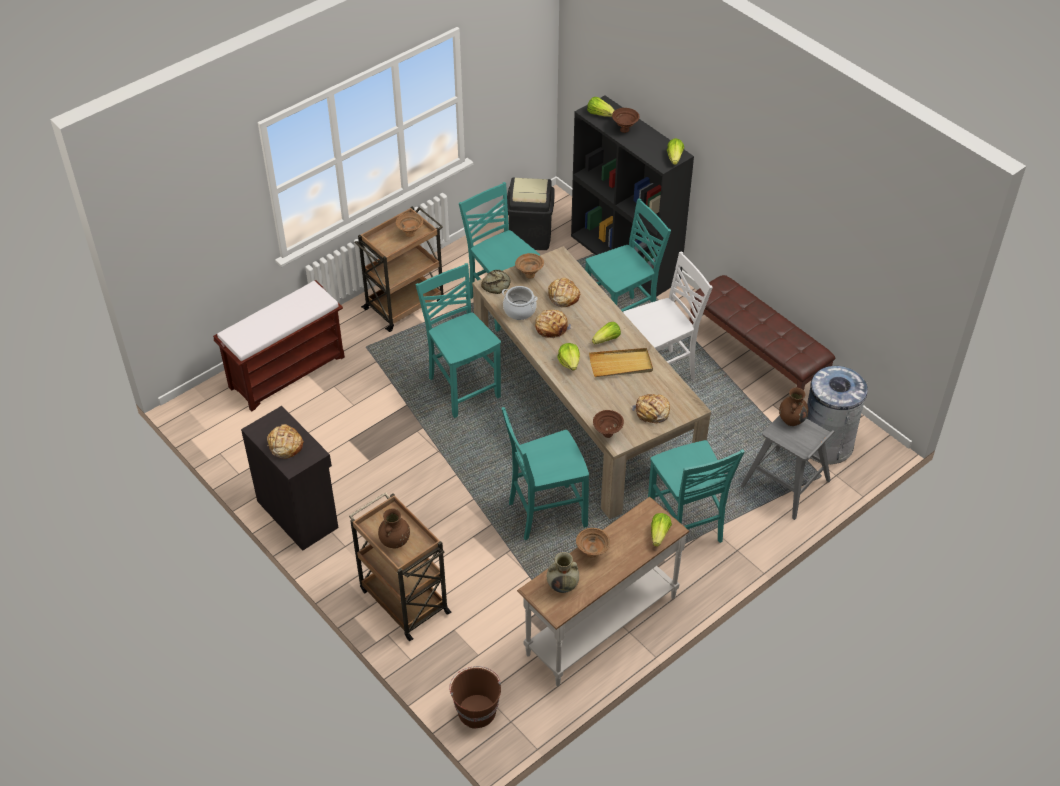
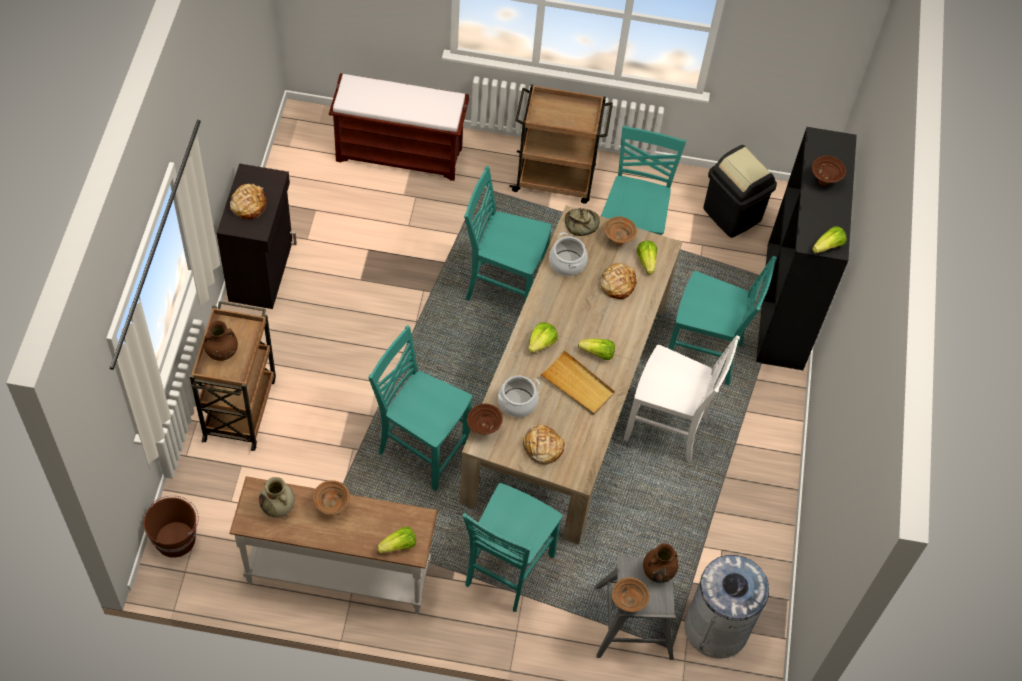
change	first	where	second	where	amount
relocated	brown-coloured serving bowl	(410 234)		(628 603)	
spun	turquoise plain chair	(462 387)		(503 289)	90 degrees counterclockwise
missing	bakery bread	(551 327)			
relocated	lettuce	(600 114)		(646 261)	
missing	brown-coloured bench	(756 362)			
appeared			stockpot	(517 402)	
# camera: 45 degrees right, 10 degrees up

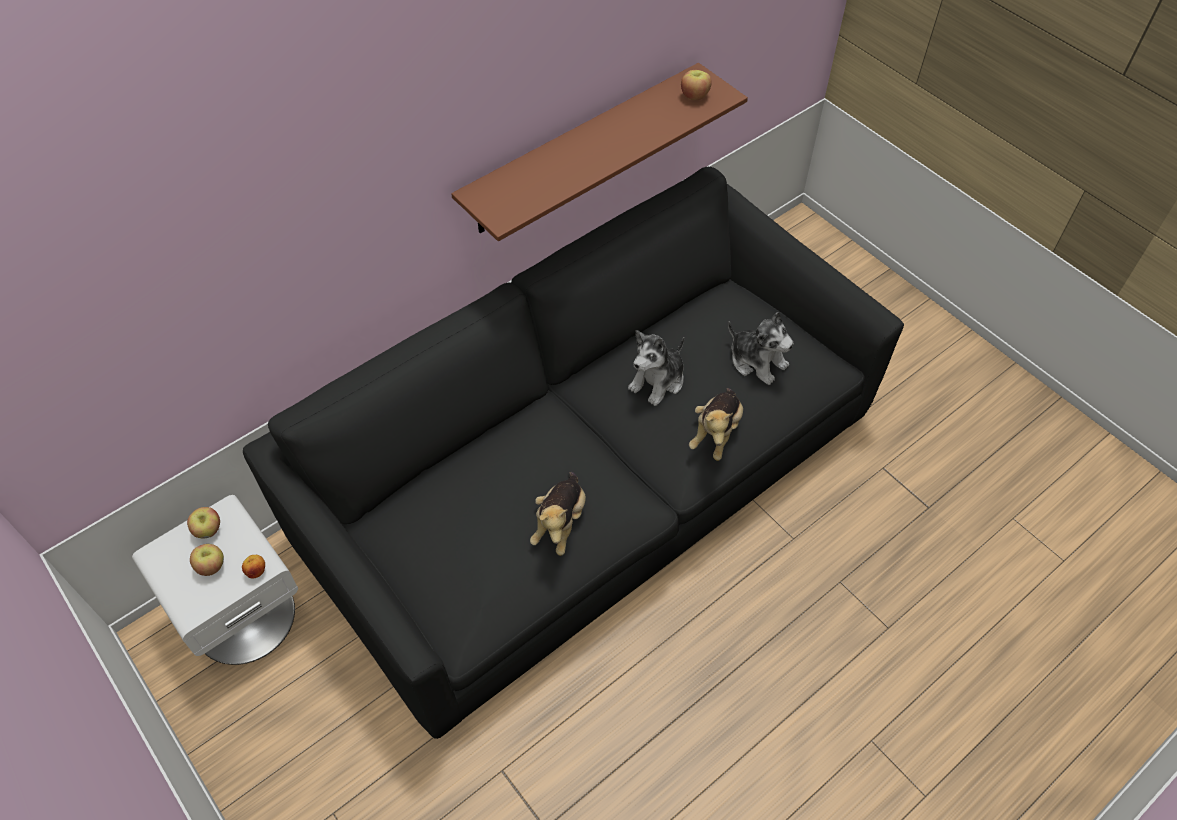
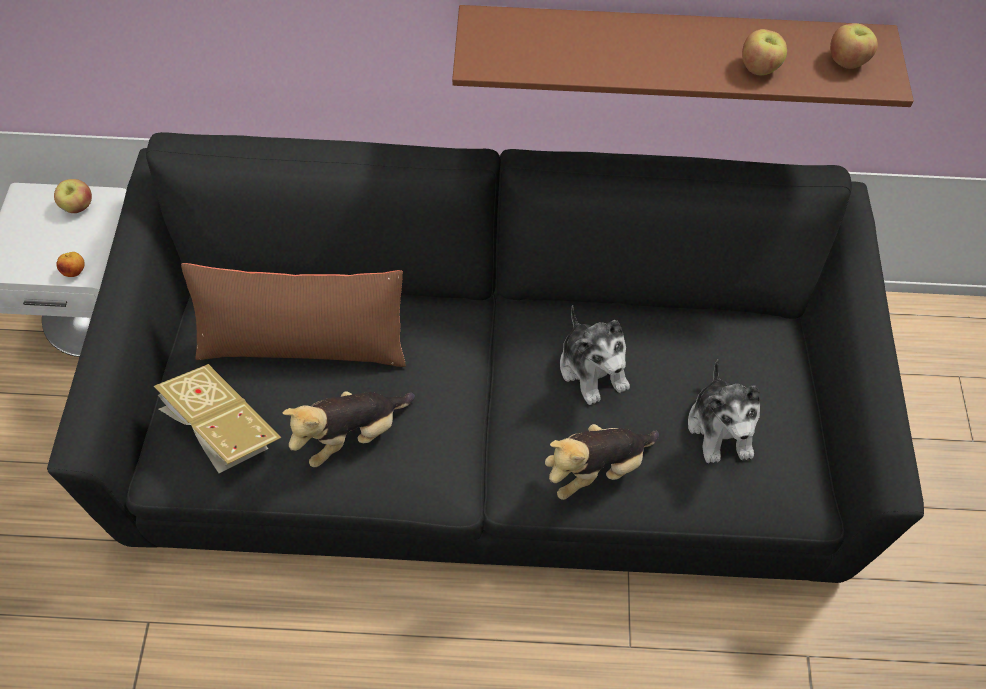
change	first	where	second	where	amount
relocated	apple	(211 566)		(759 67)	
spun	plush toy	(658 381)		(593 368)	105 degrees counterclockwise
appeared			book	(222 430)	
appeared			brown-coloured cushion	(303 341)	
# camera: 40 degrees right, 5 degrees up

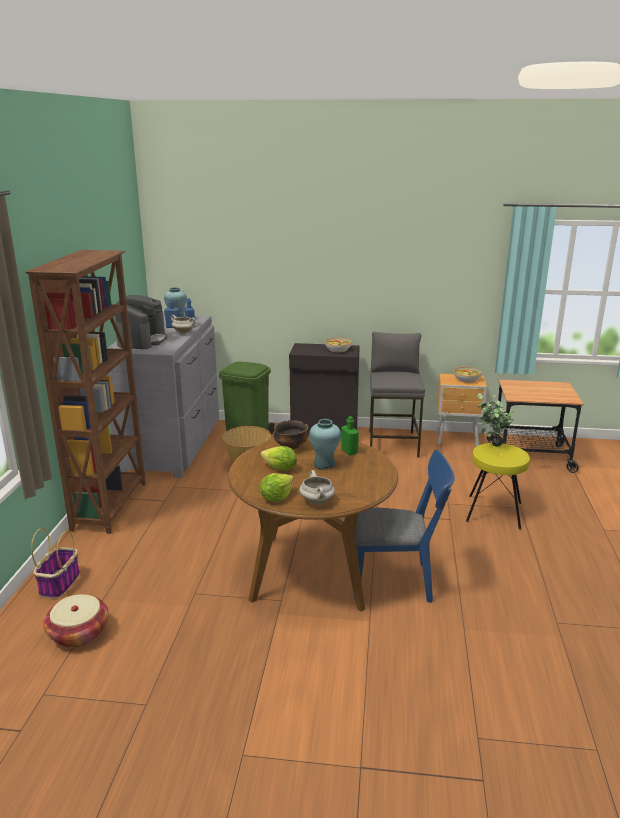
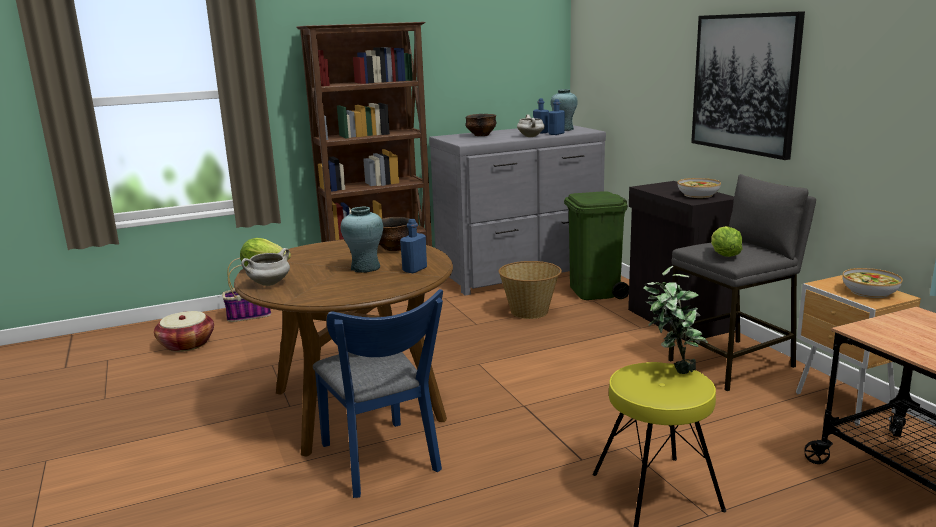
change	first	where	second	where	amount
exchanged	coffee maker	(142 340)	serving bowl	(481 135)	
relocated	lettuce	(280 469)		(724 255)	
colour	greenish beverage bottle	(349 451)	blue-coloured beverage bottle	(414 269)	
appeared			picture	(744 83)	
# camera: 60 degrees right, 5 degrees down

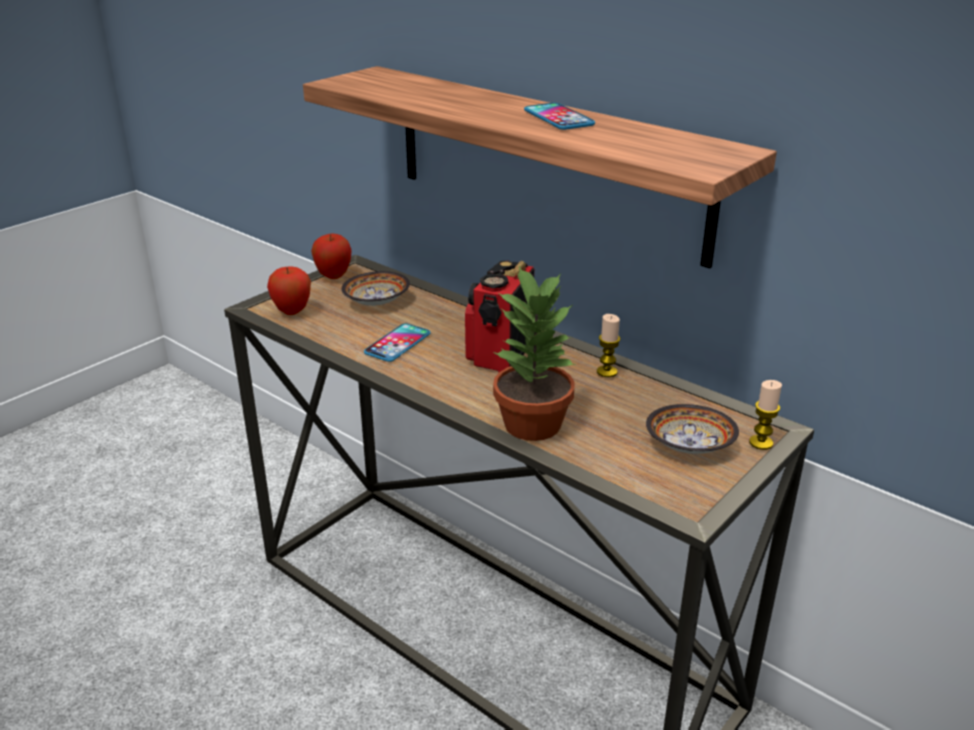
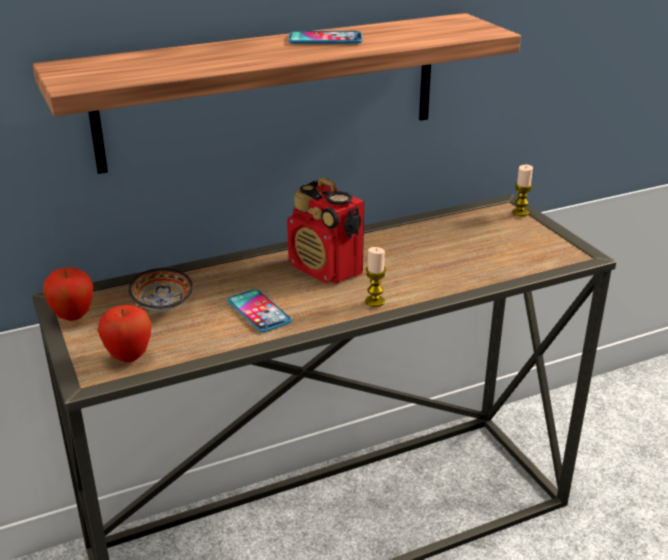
change	first	where	second	where	amount
missing	plant in a pot	(533 423)			
relocated	wax light	(607 372)		(375 301)	
missing	serving bowl	(689 447)			
# camera: 65 degrees left, 0 degrees up

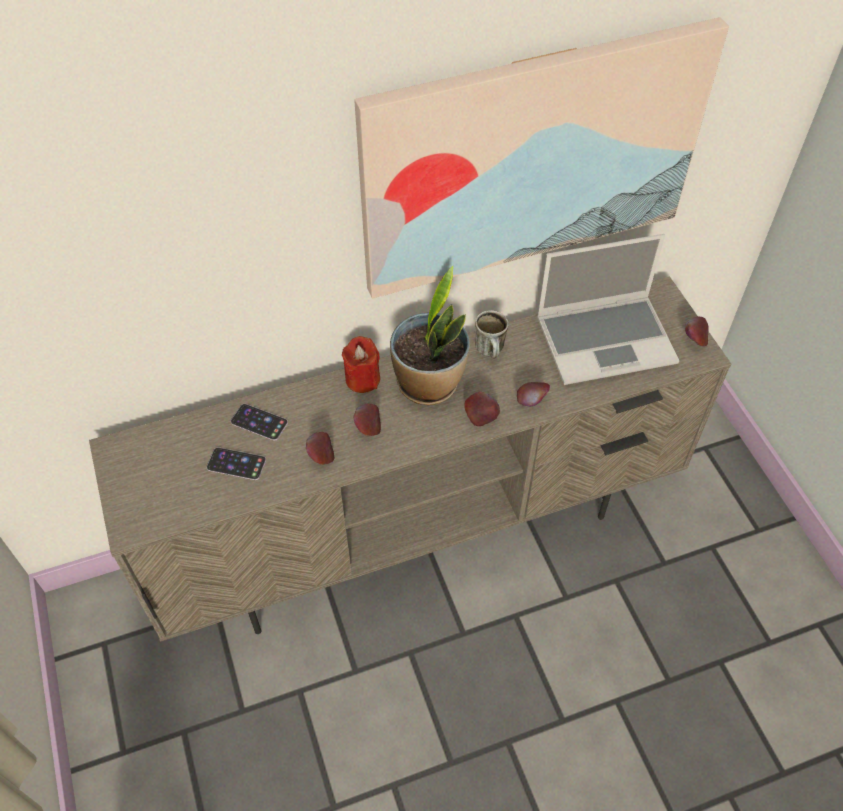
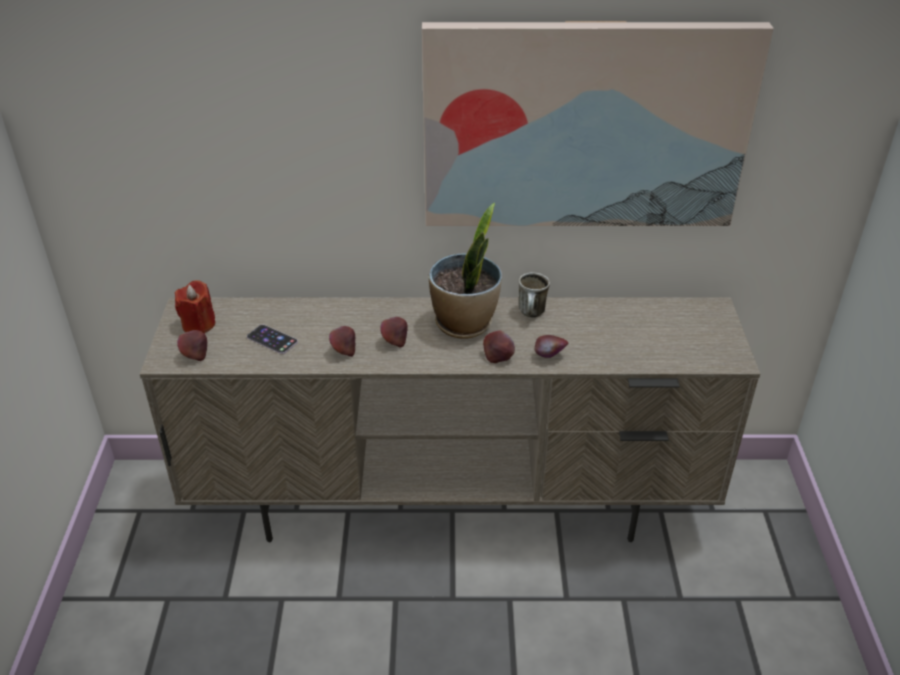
change	first	where	second	where	amount
missing	phone	(259 422)			
relocated	reddish wax light	(362 379)		(198 324)	
missing	laptop	(606 340)			
relocated	apple	(694 340)		(195 355)	
# camera: 20 degrees right, 15 degrees down

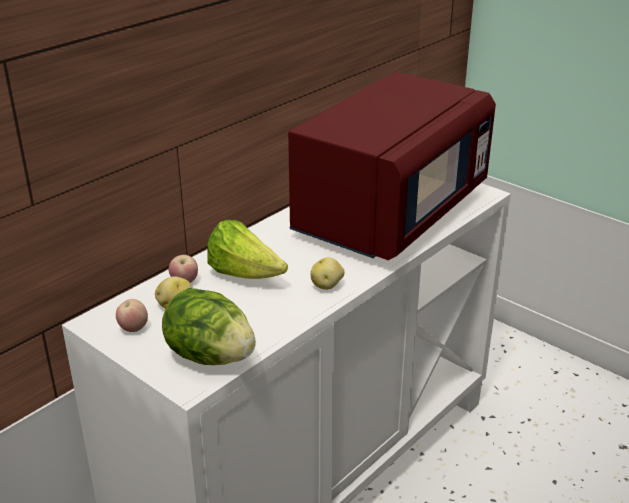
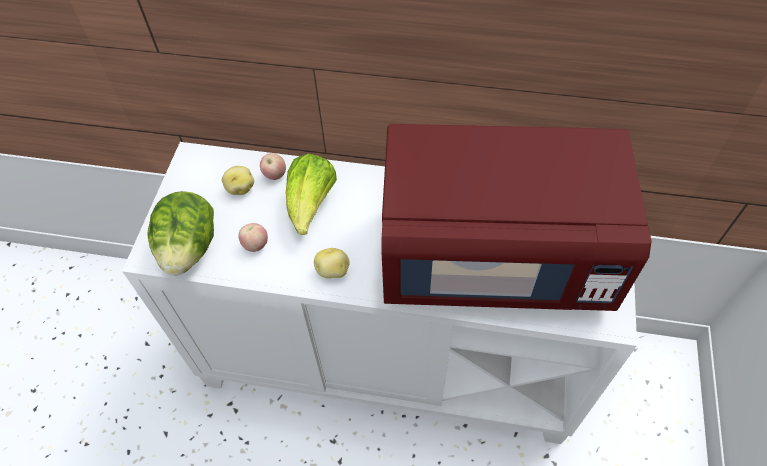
change	first	where	second	where	amount
relocated	apple	(133 328)		(255 245)	
# camera: 60 degrees right, 25 degrees up

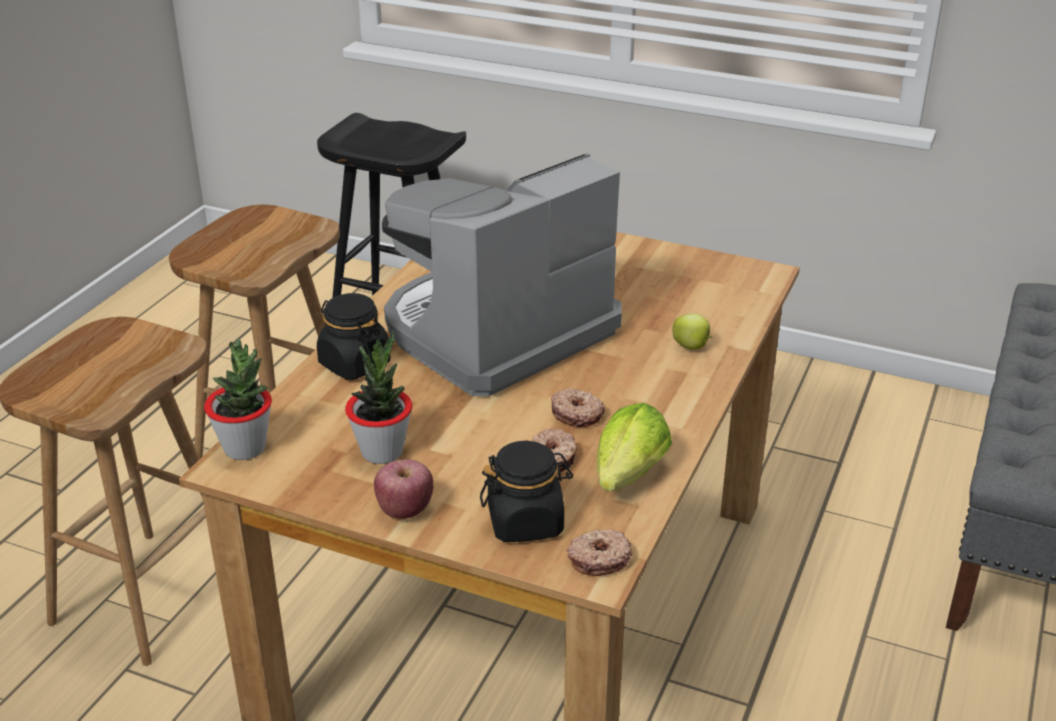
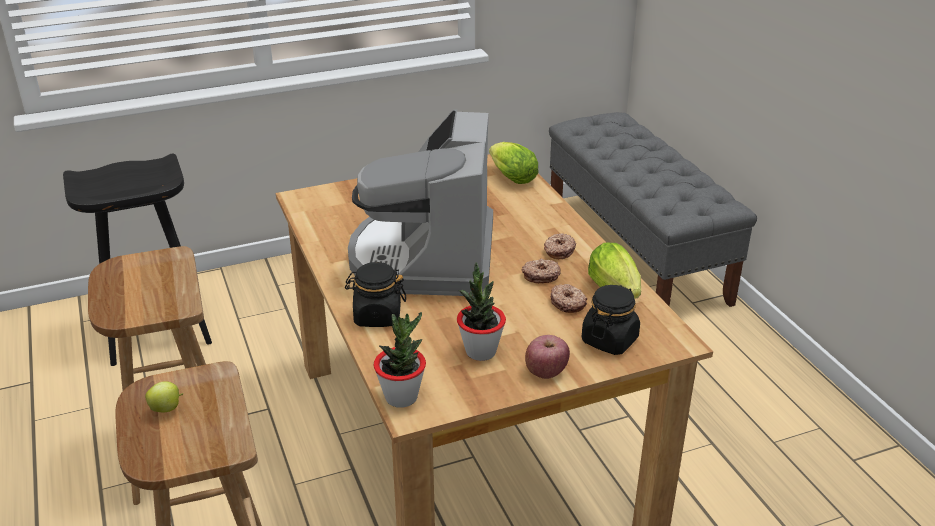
change	first	where	second	where	amount
relocated	ring doughnut	(599 559)		(558 251)	
relocated	apple	(691 347)		(167 409)	
appeared			lettuce	(510 177)	
# camera: 45 degrees left, 0 degrees up

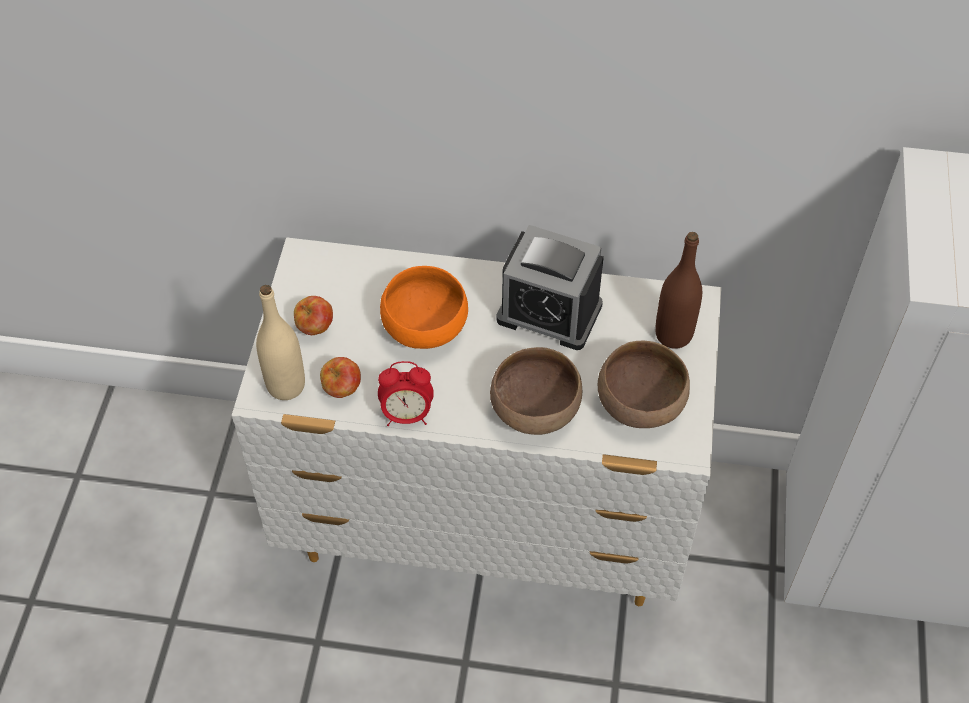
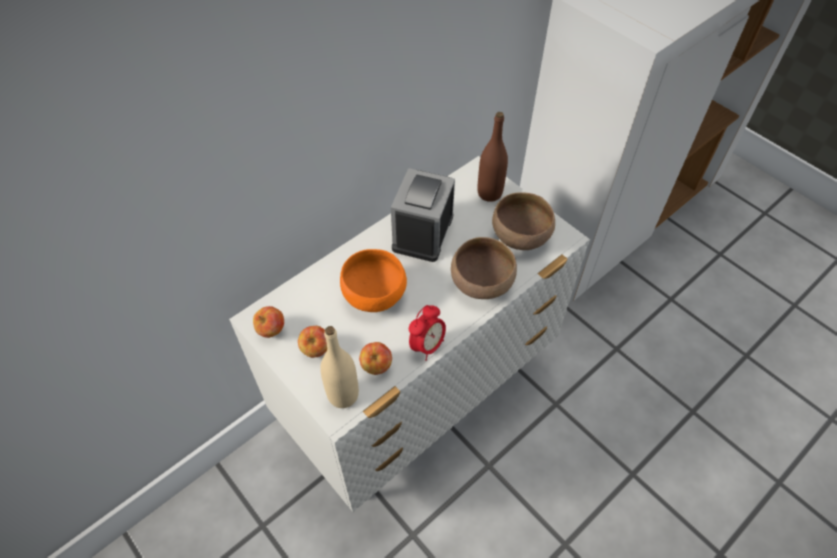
change	first	where	second	where	amount
spun	bedside clock	(549 312)		(423 232)	135 degrees clockwise
appeared			apple	(272 330)	
# camera: 50 degrees left, 0 degrees up

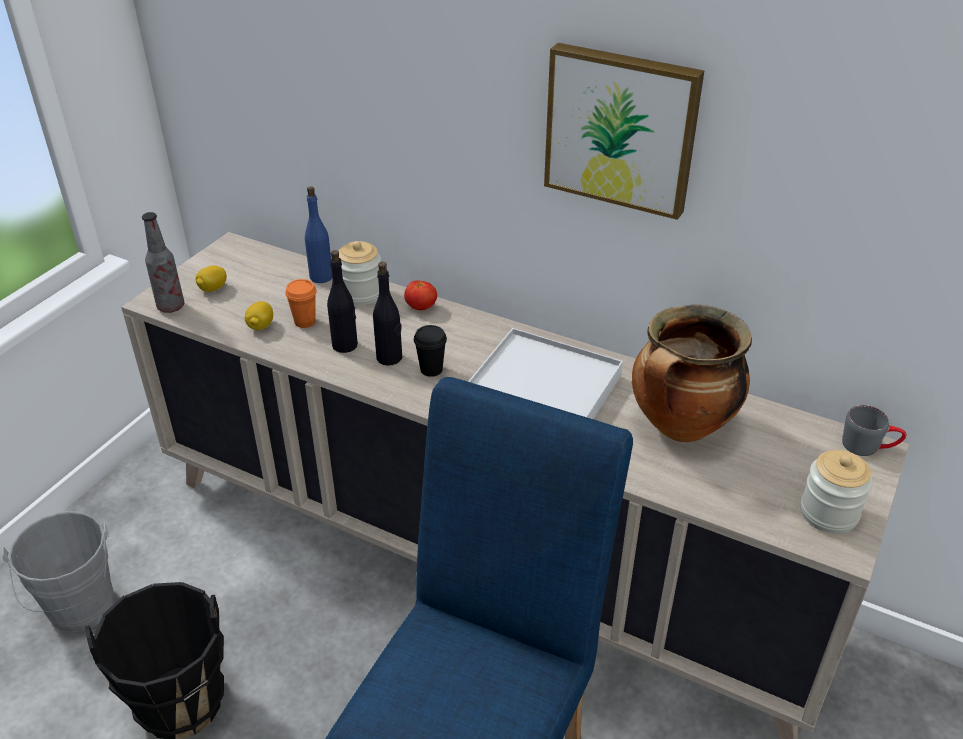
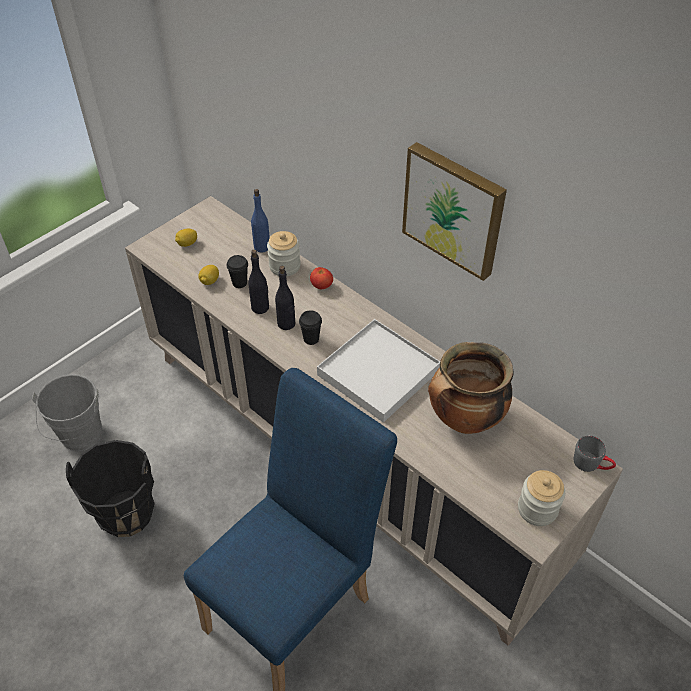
change	first	where	second	where	amount
missing	beverage bottle	(171 307)			
colour	orange cup	(305 322)	black-coloured cup	(239 283)	
# camera: 15 degrees right, 10 degrees up

